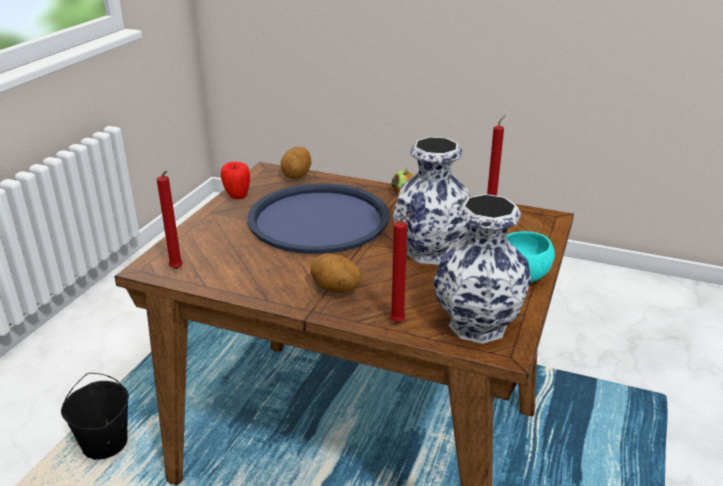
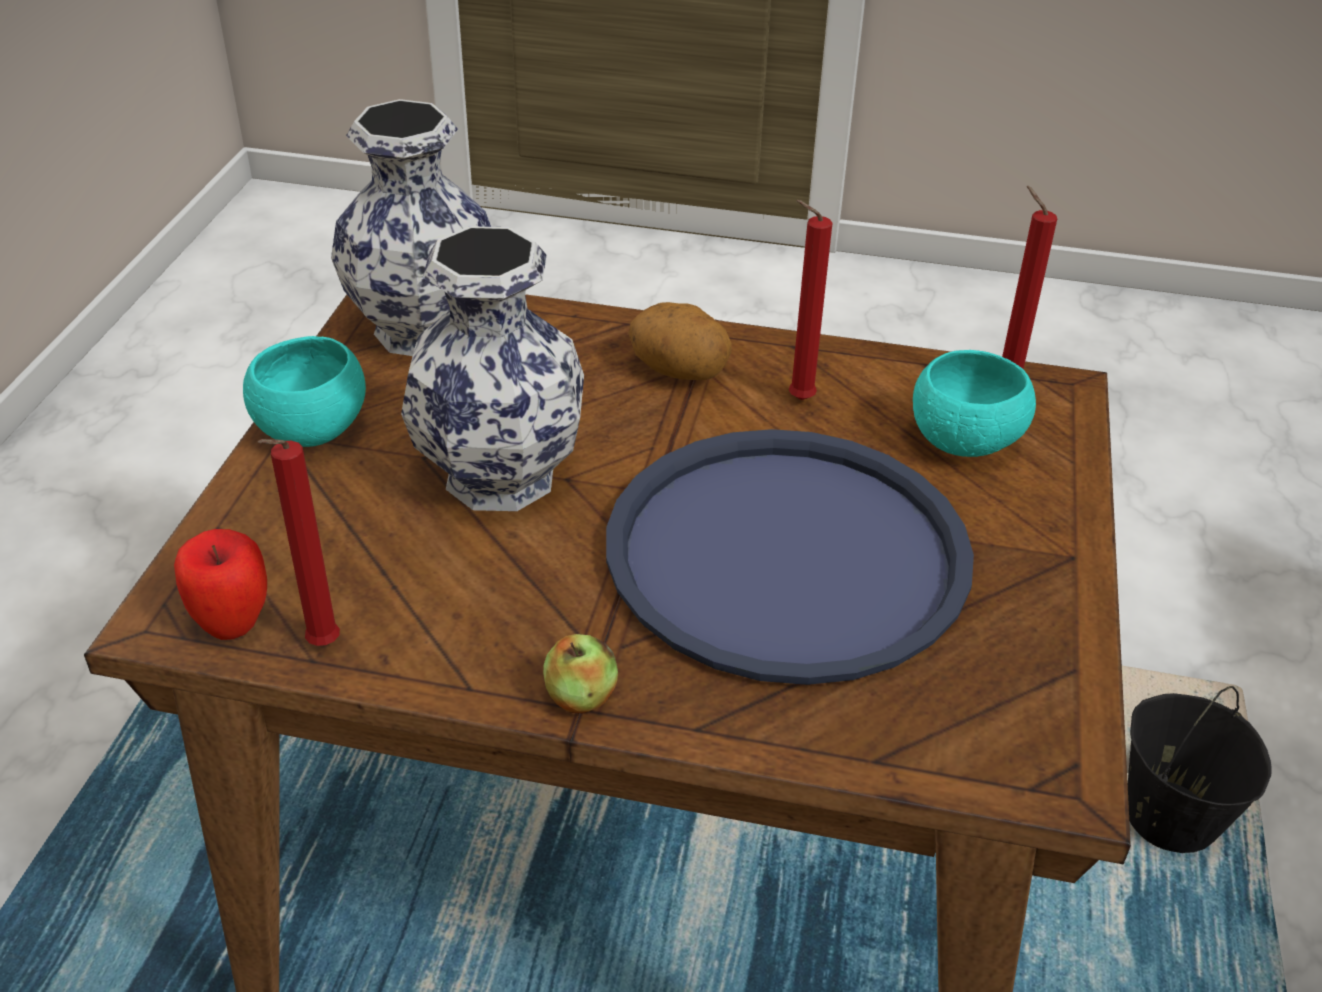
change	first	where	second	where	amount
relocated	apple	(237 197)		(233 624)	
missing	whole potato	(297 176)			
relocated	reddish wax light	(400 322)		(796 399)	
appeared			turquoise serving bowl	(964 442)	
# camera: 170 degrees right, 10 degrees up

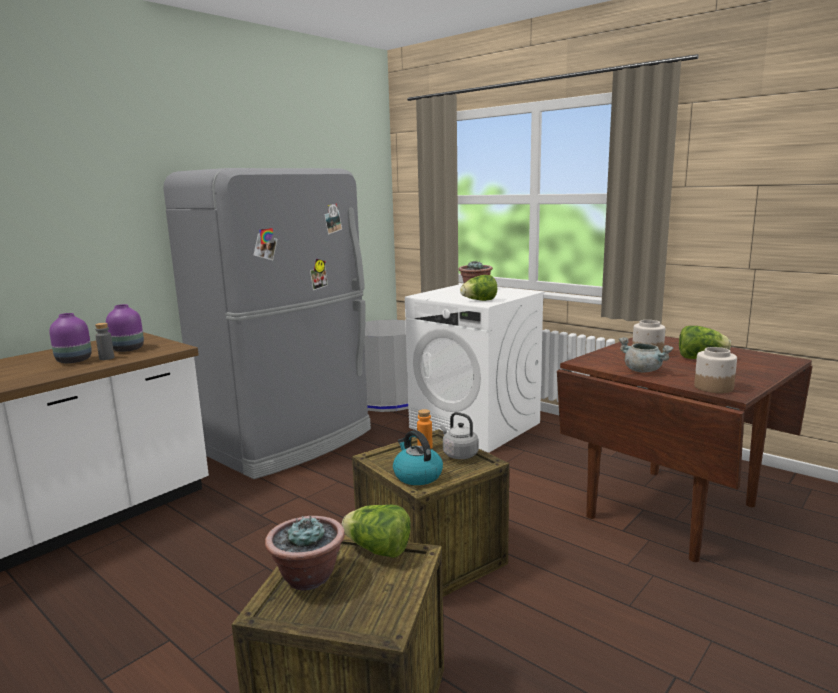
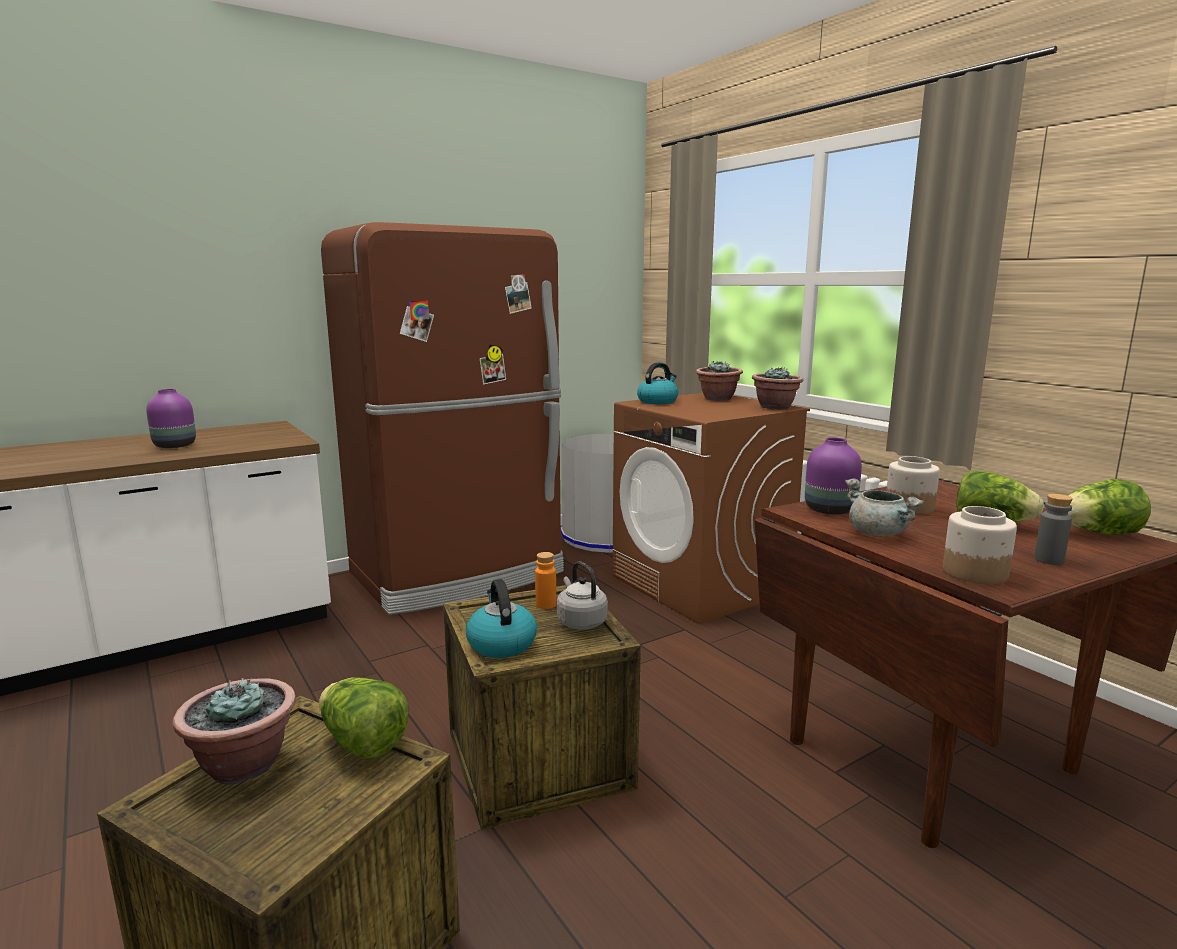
change	first	where	second	where	amount
relocated	gray beverage bottle	(107 358)		(1048 560)	
relocated	purple-coloured flower vase	(126 349)		(828 510)	
colour	gray kitchen fridge	(289 441)	brown-coloured kitchen fridge	(459 574)	
colour	white-coloured laundry machine	(475 425)	brown-coloured laundry machine	(701 584)	
relocated	lettuce	(479 301)		(1098 533)	
appeared			tea kettle	(658 401)	
appeared			plant in a pot	(775 407)	
# camera: 15 degrees right, 0 degrees up

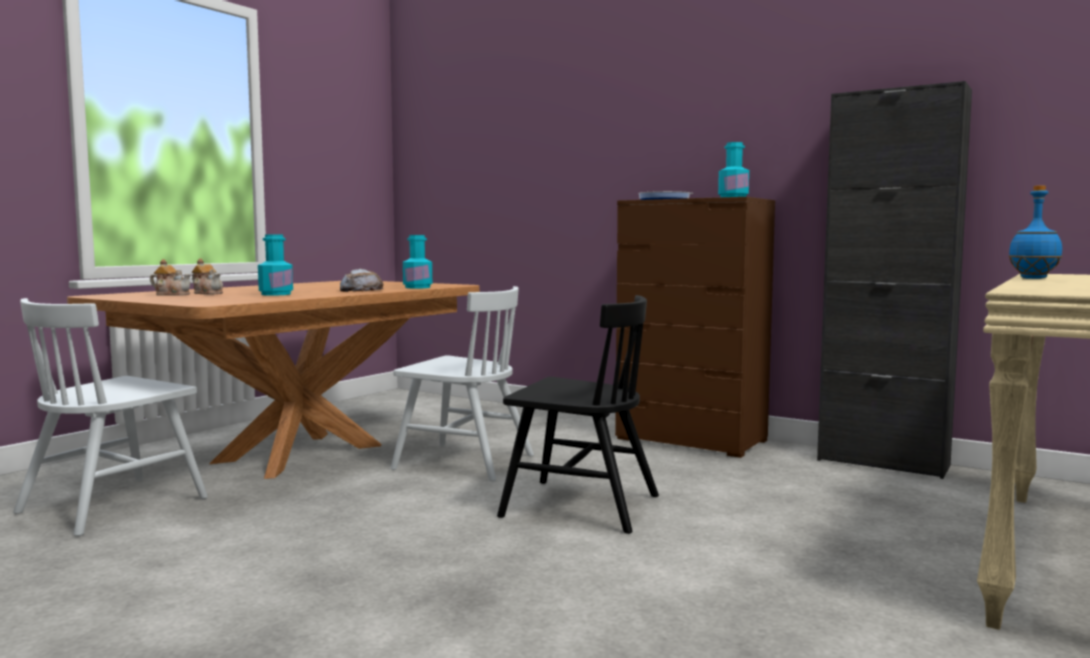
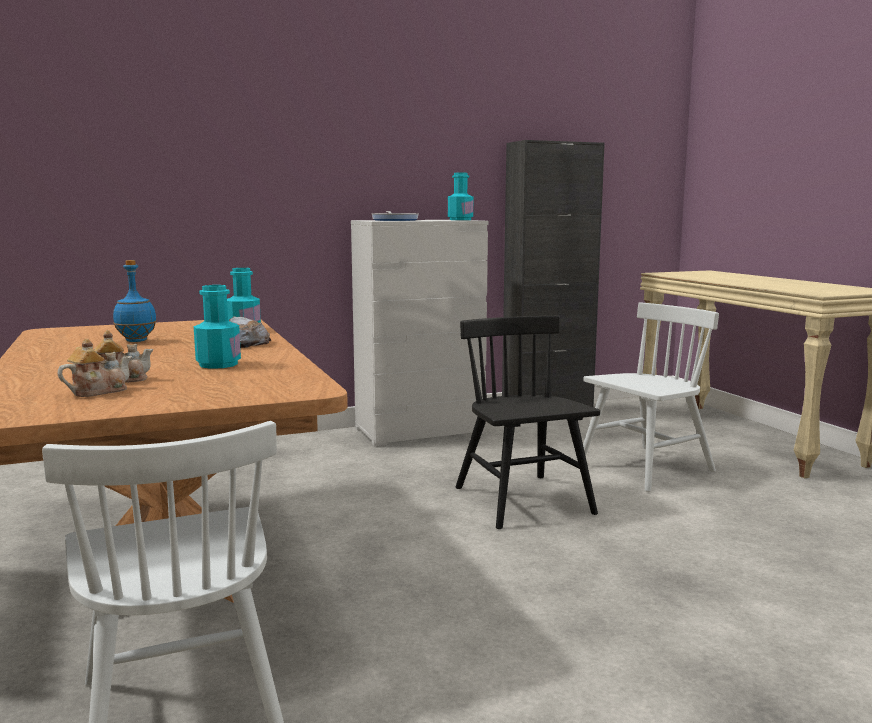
change	first	where	second	where	amount
relocated	white-coloured plain chair	(463 462)		(645 468)	
spun	black-coloured plain chair	(580 506)		(523 501)	75 degrees counterclockwise
colour	brown-coloured drawer chest	(691 440)	white-coloured drawer chest	(420 431)	
relocated	blue-coloured beverage bottle	(1032 278)		(136 341)	
# camera: 55 degrees left, 5 degrees up

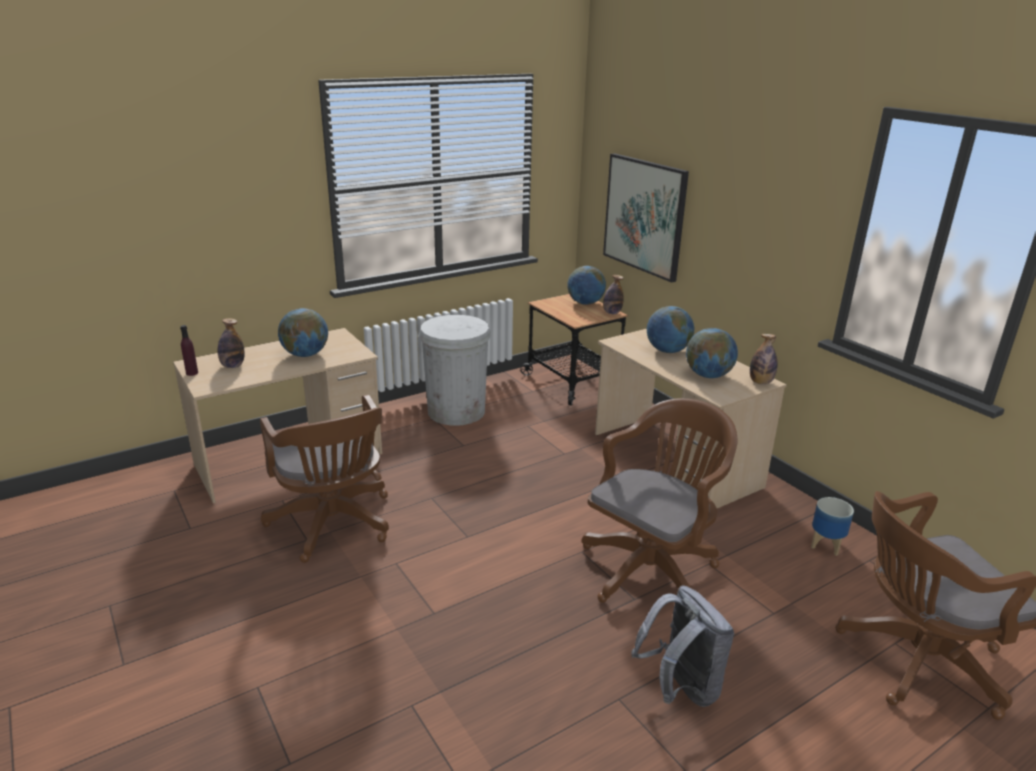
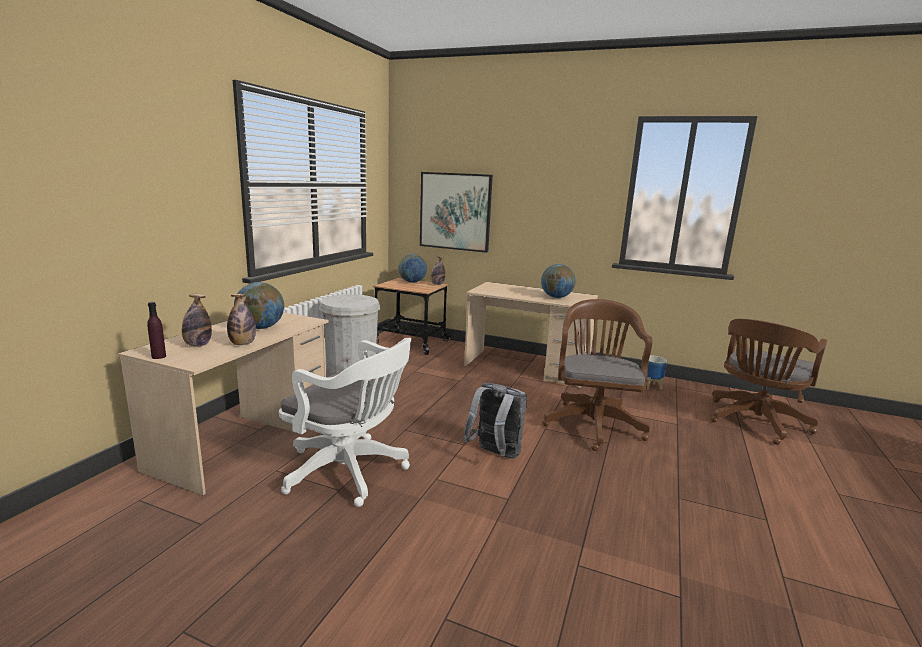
change	first	where	second	where	amount
colour	brown-coloured office chair	(334 526)	white-coloured office chair	(350 472)	
relocated	gray rucksack	(680 688)		(495 455)	
missing	desk globe	(667 351)			
relocated	beverage bottle	(760 382)		(242 344)	
# camera: 35 degrees left, 10 degrees down

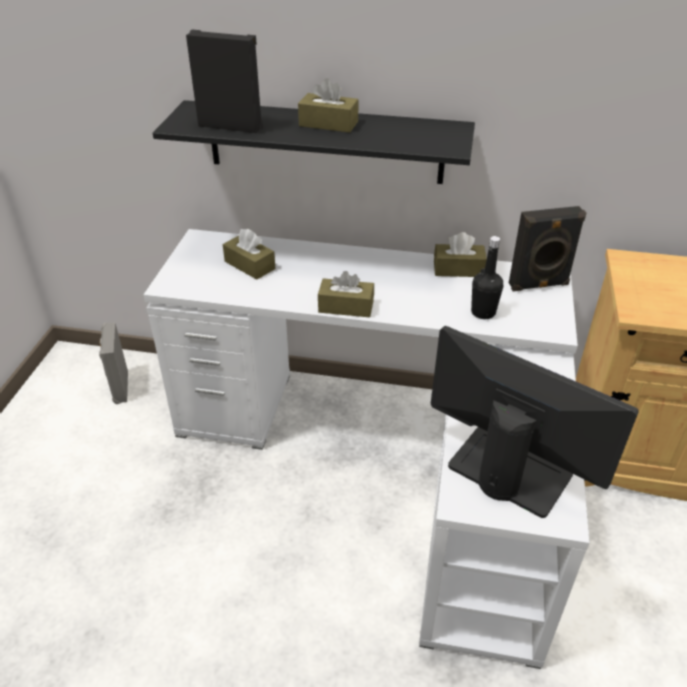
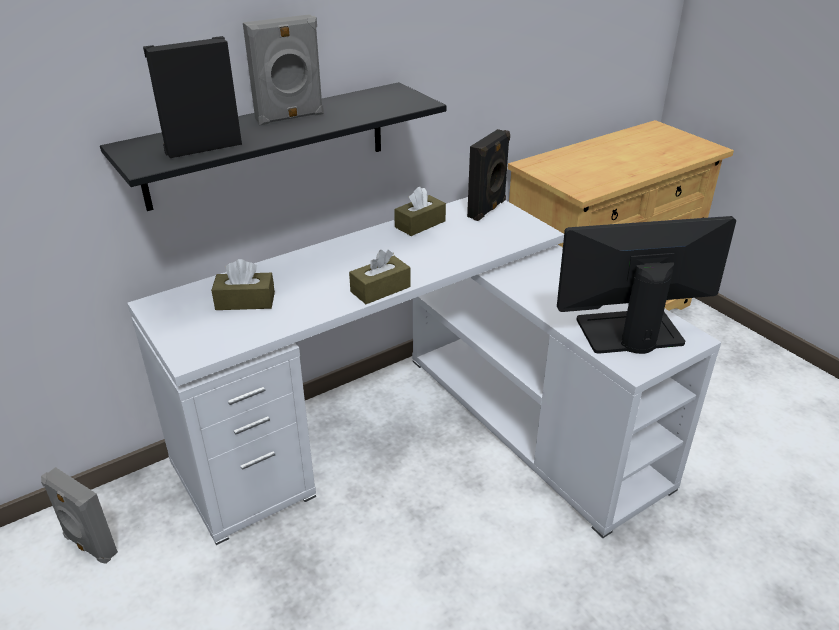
change	first	where	second	where	amount
exchanged	brown-coloured box of tissues	(328 124)	gray speaker	(290 118)	
missing	black-coloured beverage bottle	(483 312)			
# camera: 45 degrees left, 5 degrees down

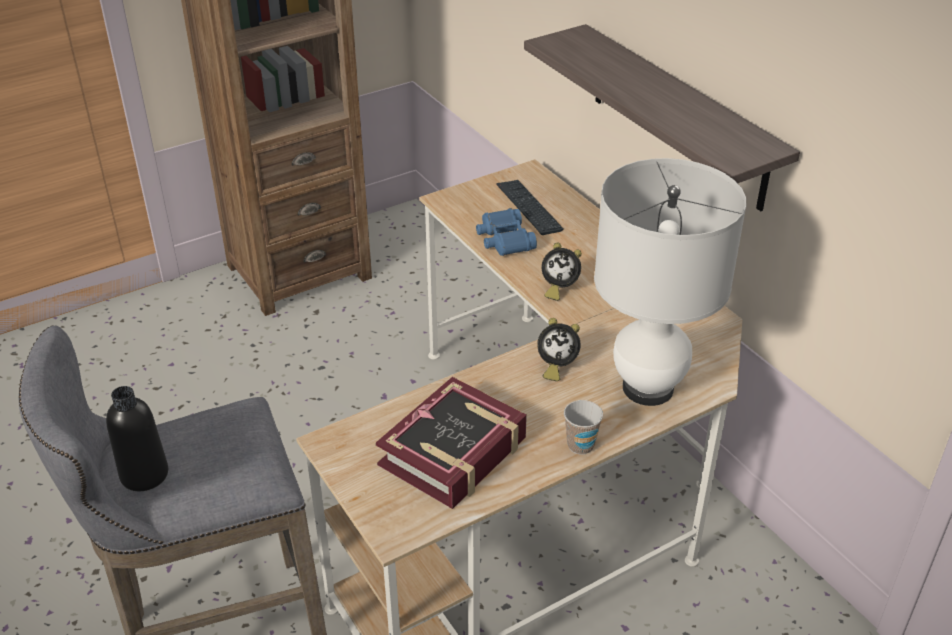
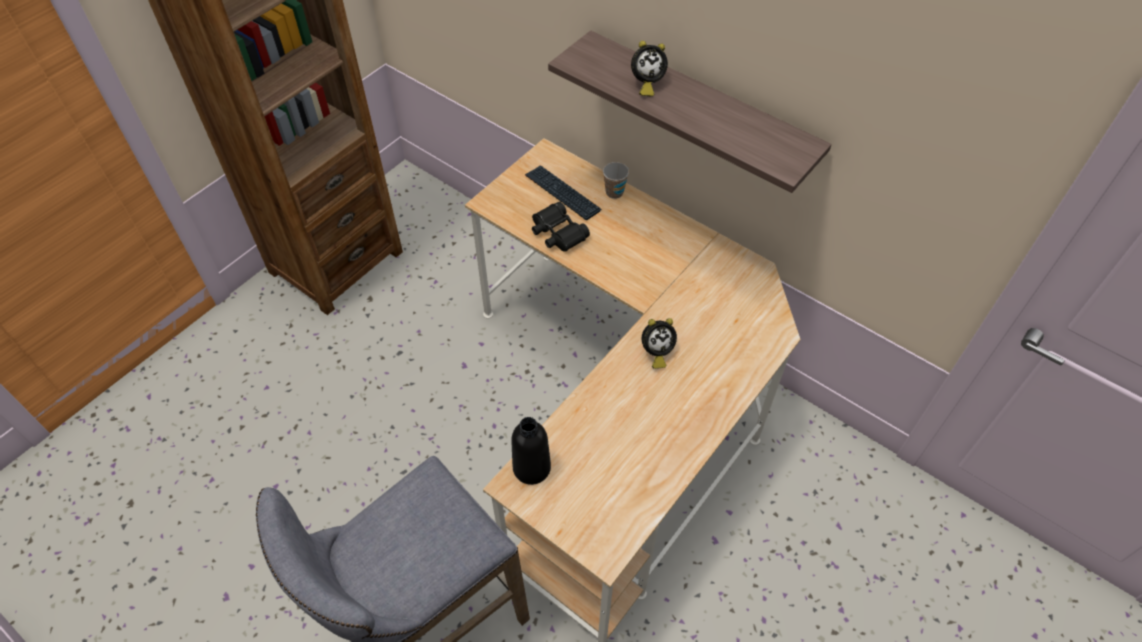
change	first	where	second	where	amount
relocated	black-coloured beverage bottle	(144 474)		(531 468)	
missing	book	(454 452)			
colour	blue-coloured field glasses	(504 240)	black-coloured field glasses	(557 233)	
relocated	bedside clock	(558 288)		(646 84)	
relocated	cup	(580 445)		(614 192)	
missing	white-coloured table lamp	(647 388)			
# camera: 20 degrees left, 15 degrees up

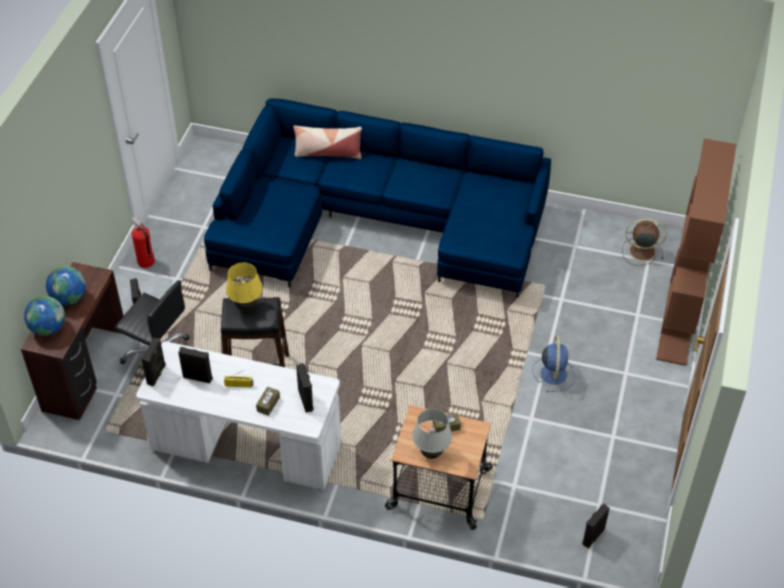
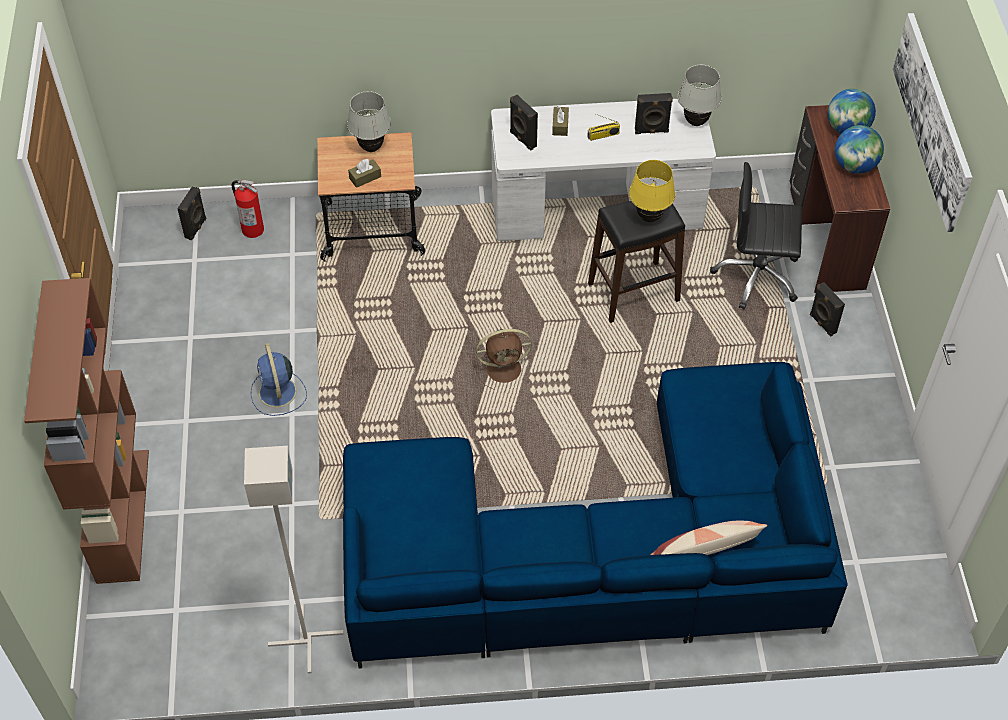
change	first	where	second	where	amount
relocated	fire extinguisher	(146 262)		(252 229)	
exchanged	black-coloured speaker	(157 374)	white-coloured table lamp	(696 122)	
relocated	brown-coloured cooling fan	(640 251)		(505 369)	
appeared			gray standing lamp	(306 640)	
appeared			picture	(933 119)	
# camera: 160 degrees right, 5 degrees up

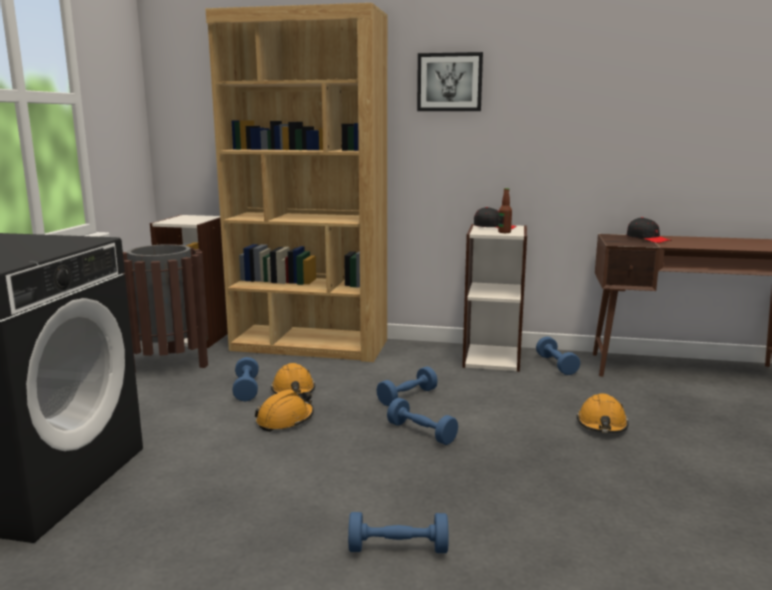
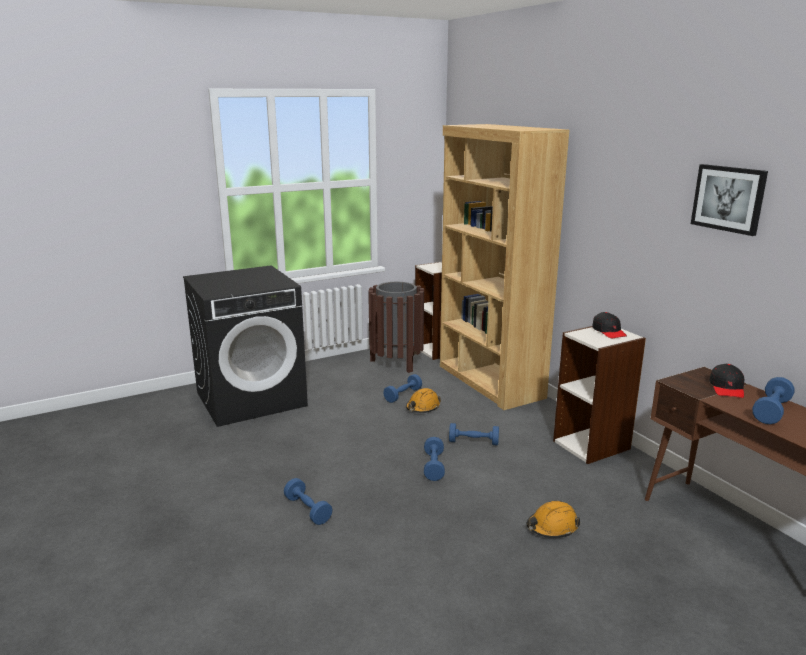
change	first	where	second	where	amount
missing	orange safety helmet	(285 420)			
relocated	picture	(449 82)		(728 198)	
missing	beverage bottle	(504 232)			
relocated	blue-coloured free weight	(556 365)		(771 411)	
# camera: 50 degrees right, 5 degrees up

